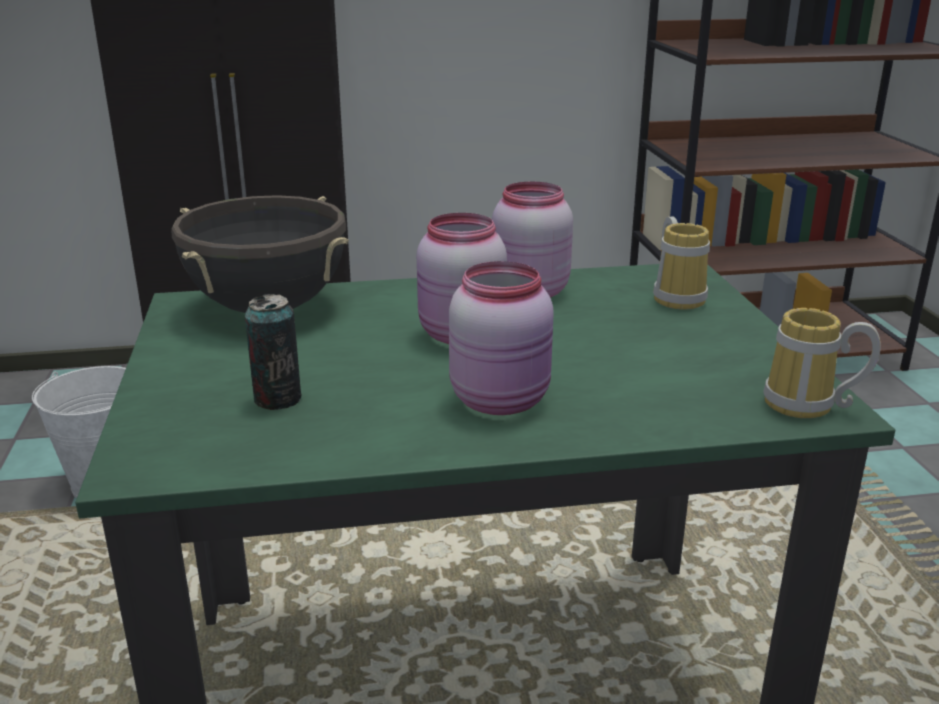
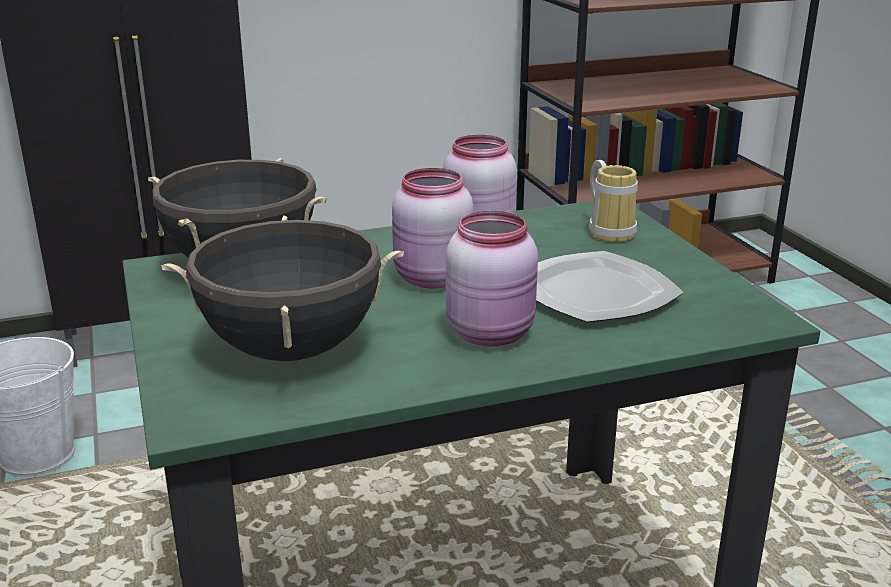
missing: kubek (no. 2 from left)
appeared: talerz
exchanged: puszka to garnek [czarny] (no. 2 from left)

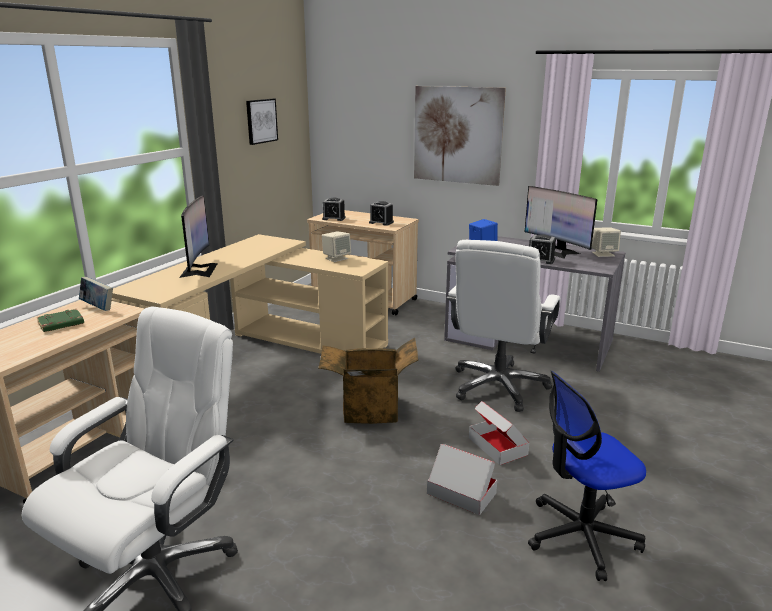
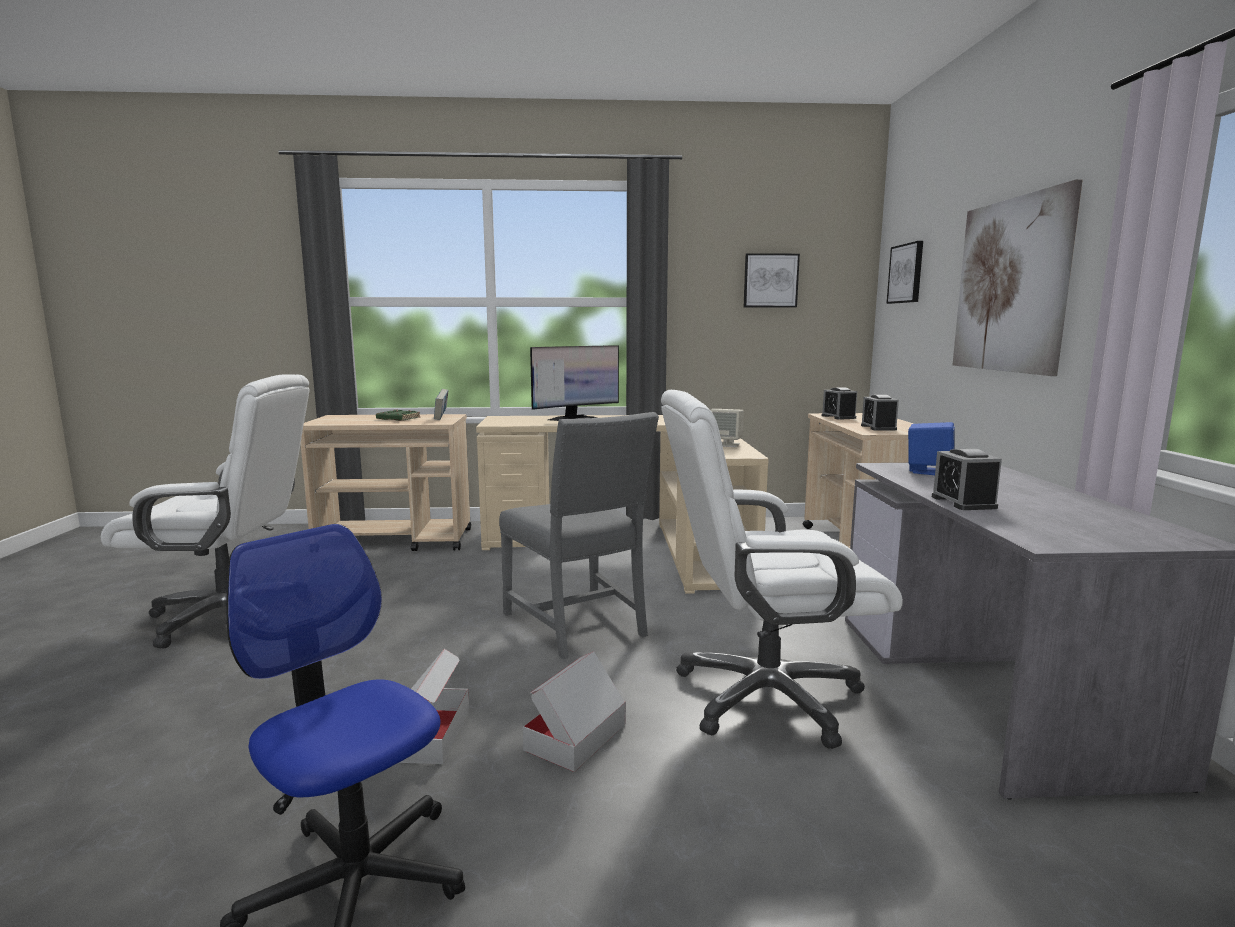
missing: monitor (no. 2 from left); głośnik [beżowy] (no. 2 from left)
appeared: obraz (no. 2 from left)
exchanged: karton (no. 1 from left) to krzesło [szary]

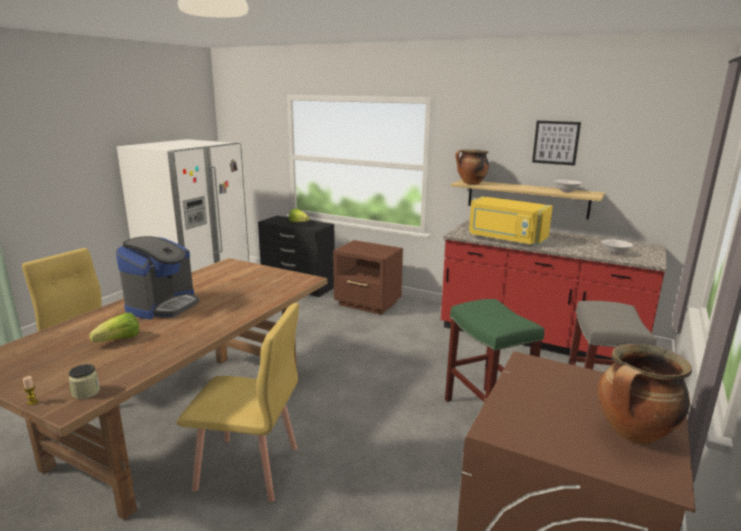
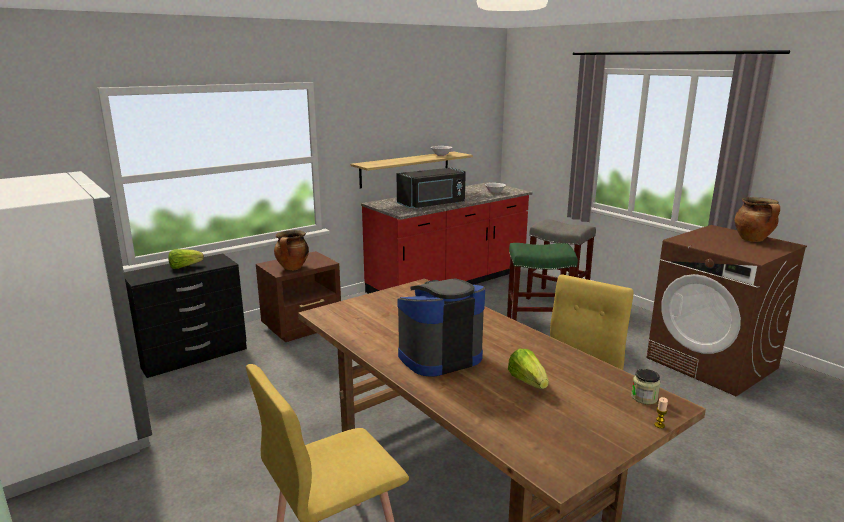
missing: obraz
relocated: garnek (no. 1 from left)
colour: mikrofalówka [żółty] to mikrofalówka [czarny]
spun: ekspres do kawy 75 degrees counterclockwise

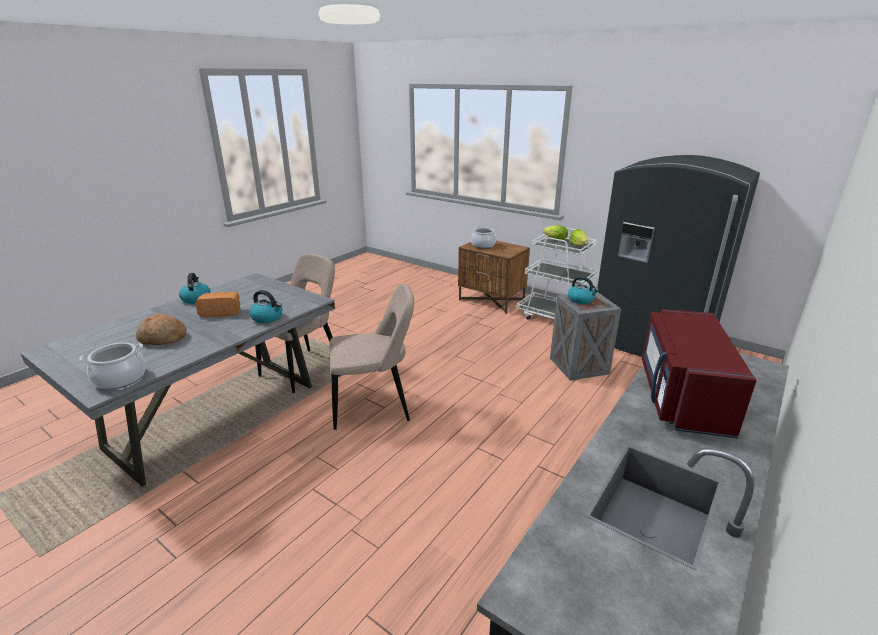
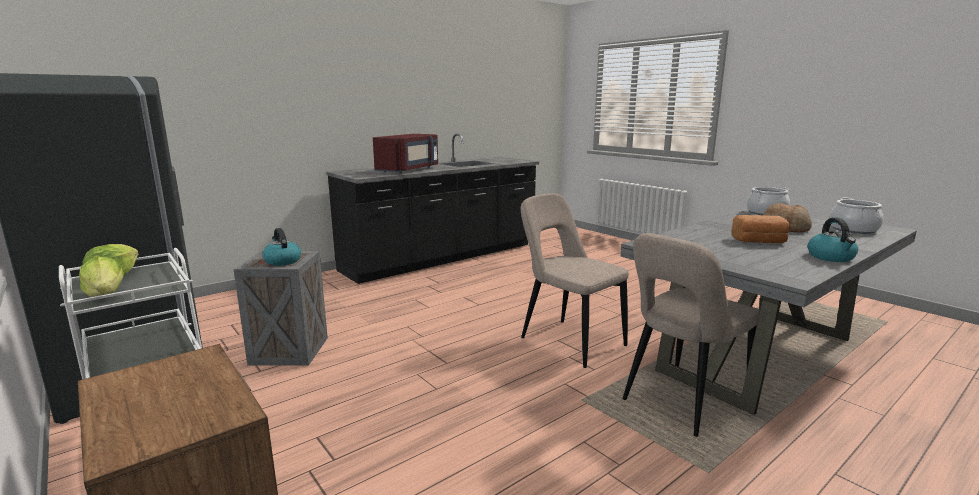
missing: czajnik (no. 2 from left)
relocated: garnek (no. 2 from left)
spun: krzesło [beżowy] (no. 2 from left in the first image) 45 degrees clockwise

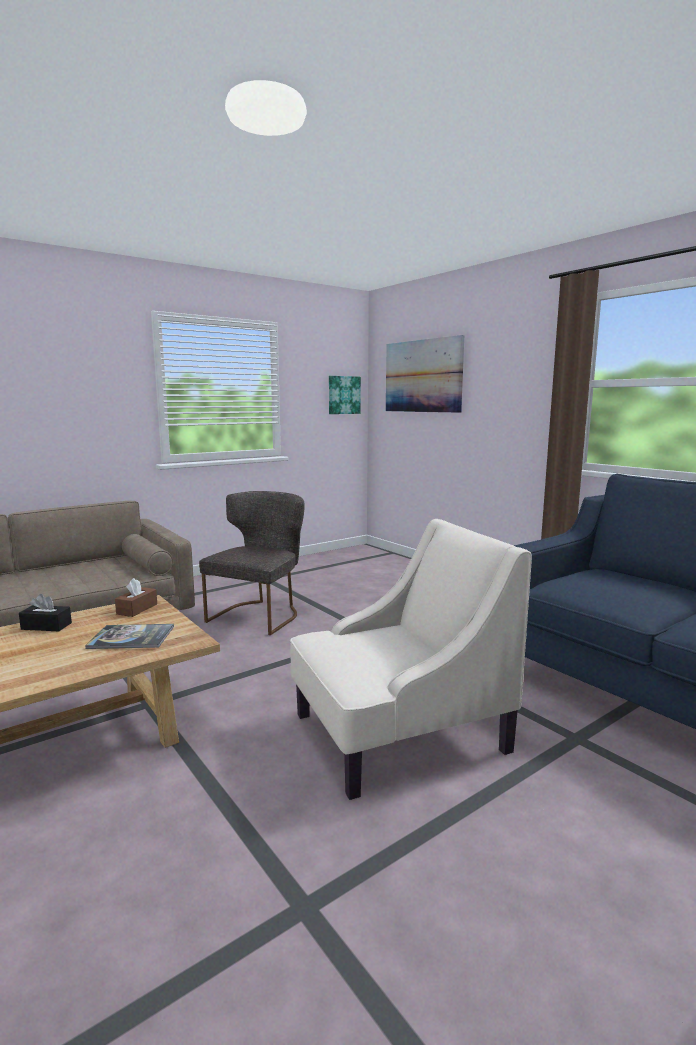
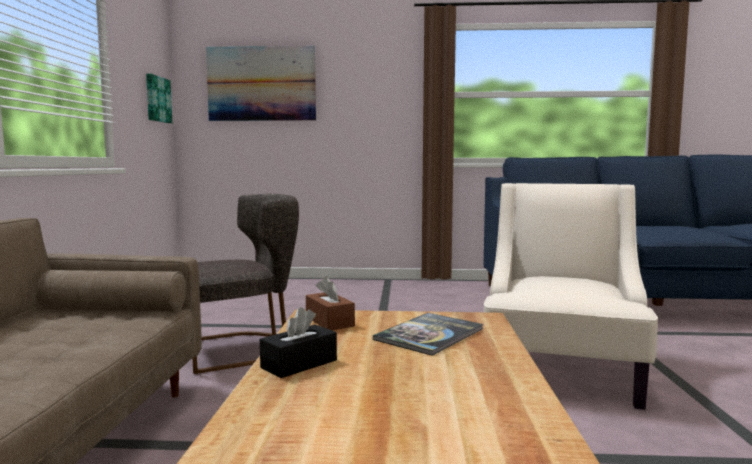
spun: krzesło [szary] 90 degrees clockwise

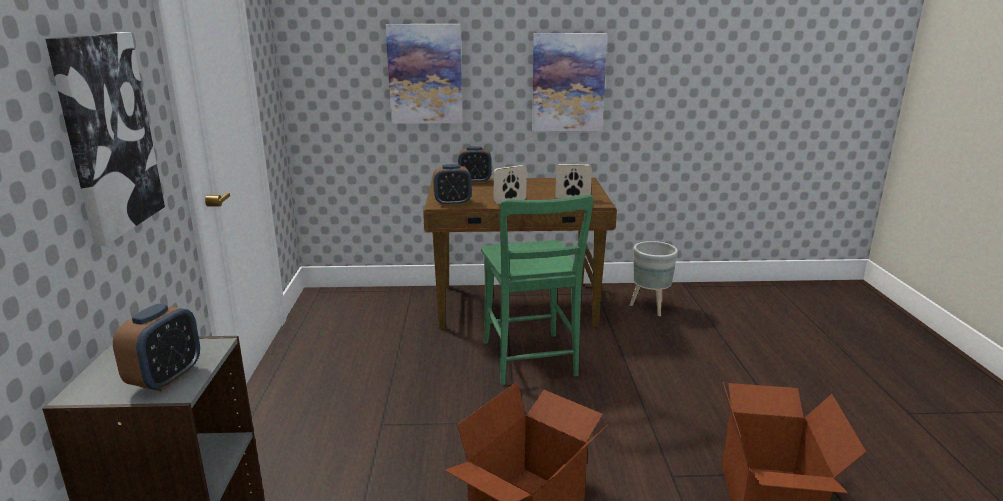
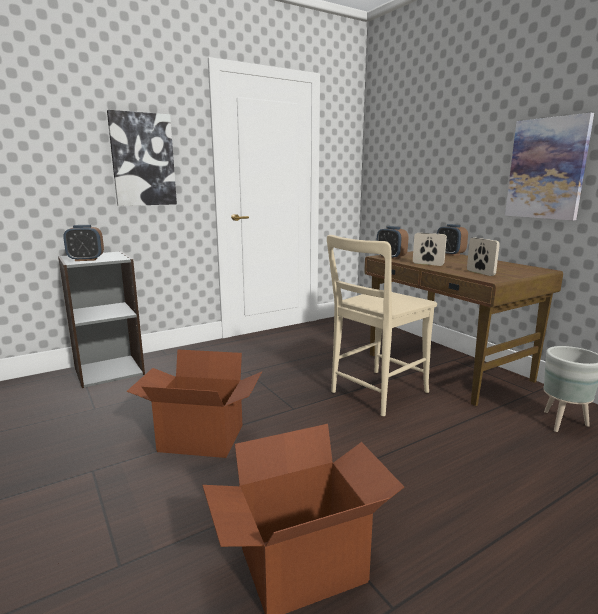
missing: obraz (no. 2 from left)
colour: krzesło [zielony] to krzesło [beżowy]

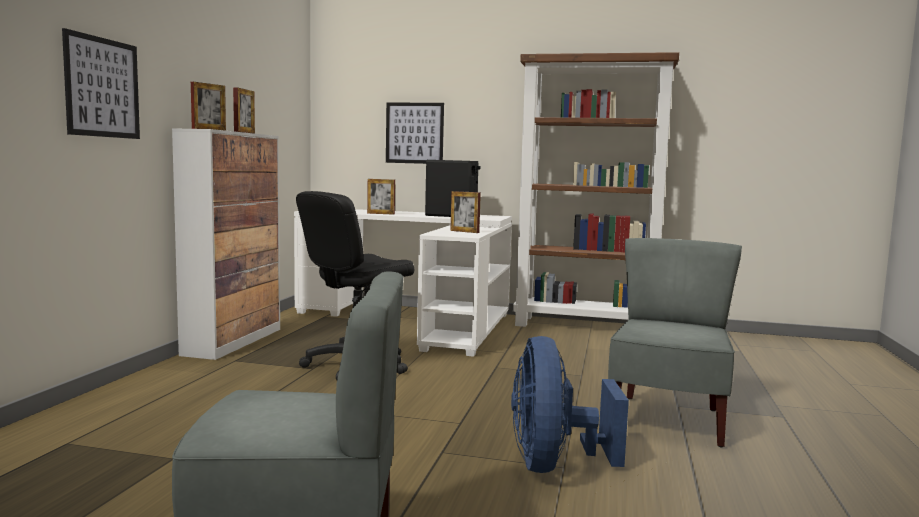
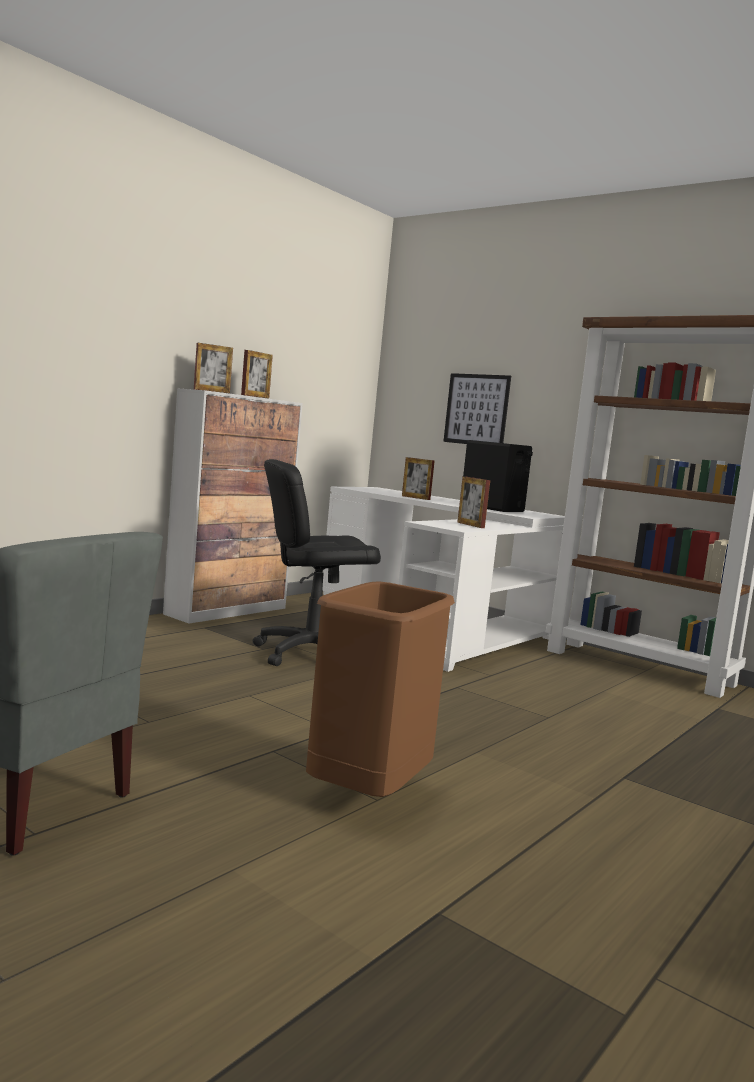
missing: obraz (no. 1 from left); krzesło [szary] (no. 2 from left)
exchanged: wentylator [niebieski] to kosz na śmieci [brązowy]

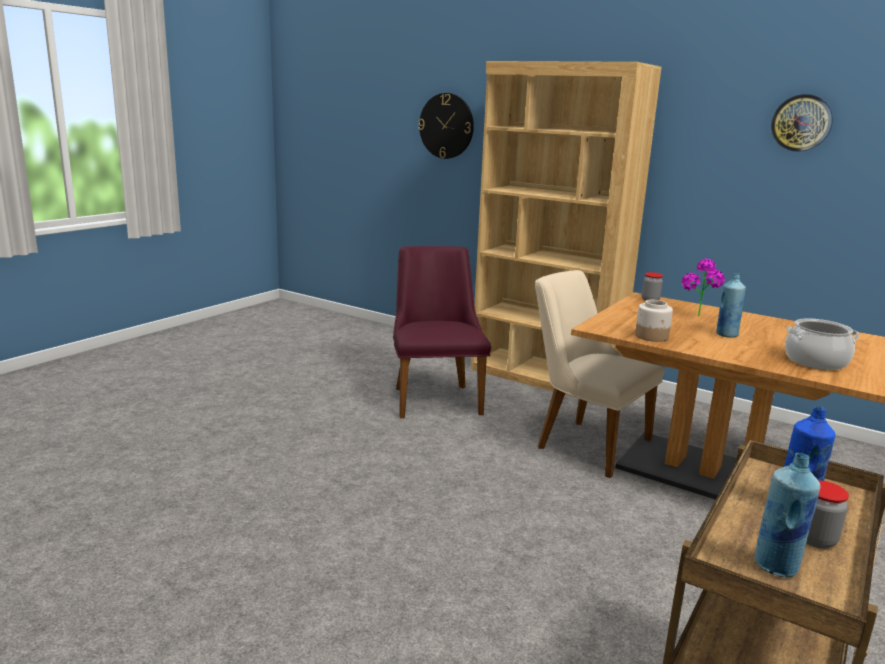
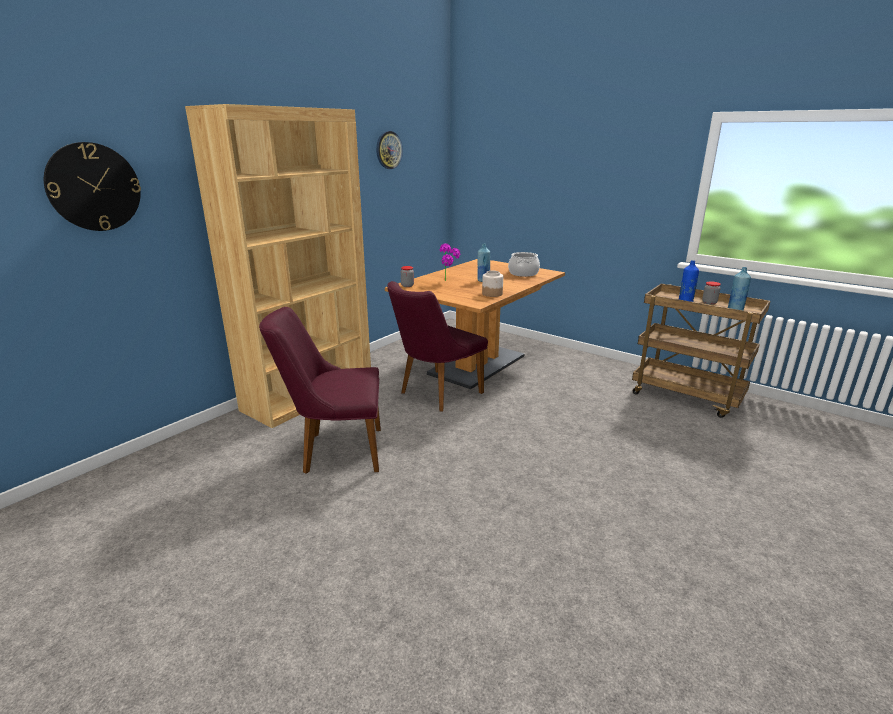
colour: krzesło [beżowy] to krzesło [fioletowy] (no. 2 from left)

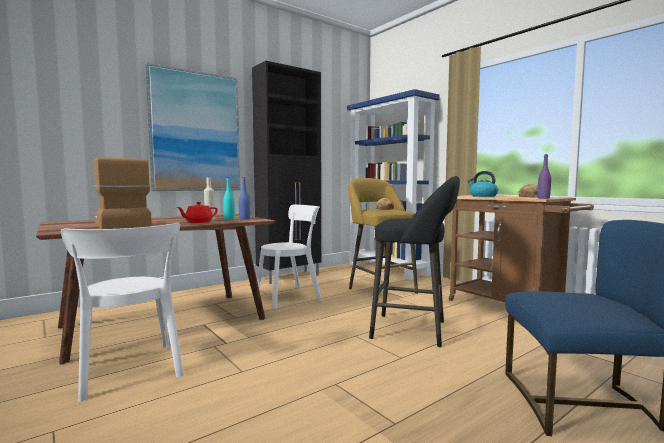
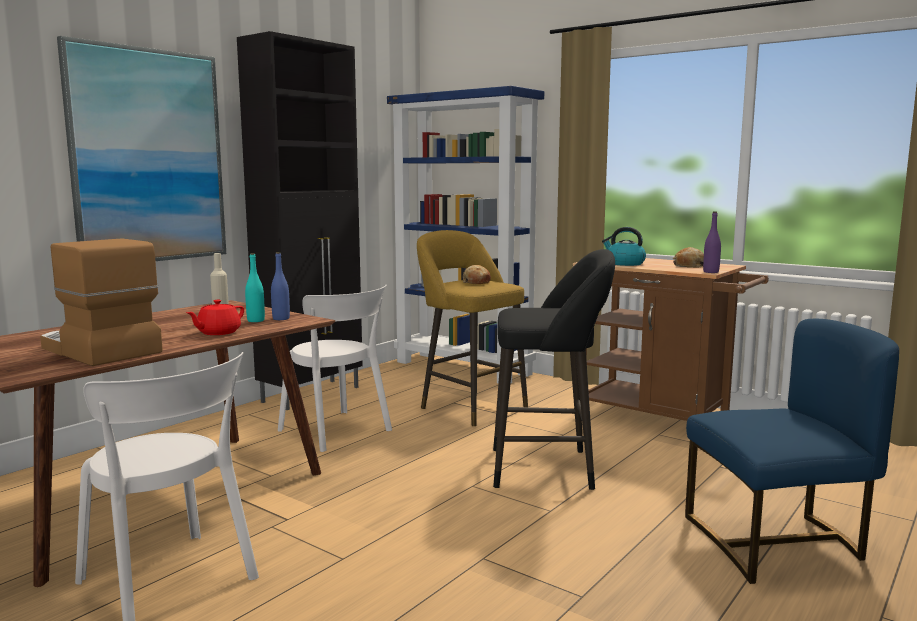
spun: krzesło [biały] (no. 2 from left) 90 degrees clockwise

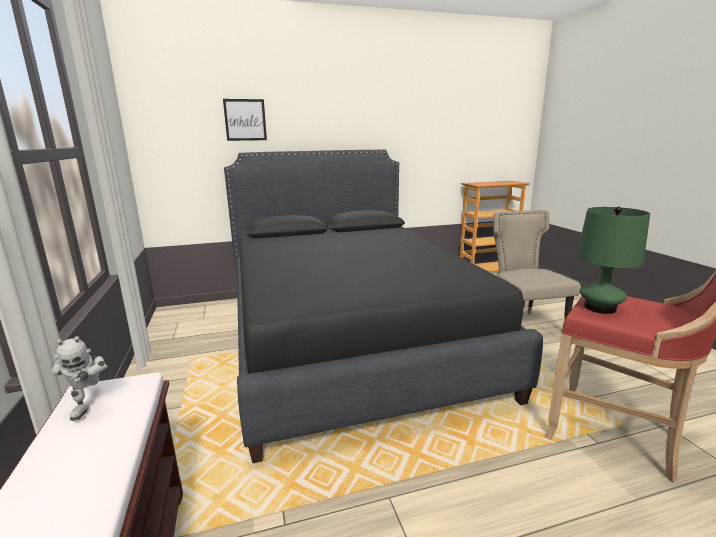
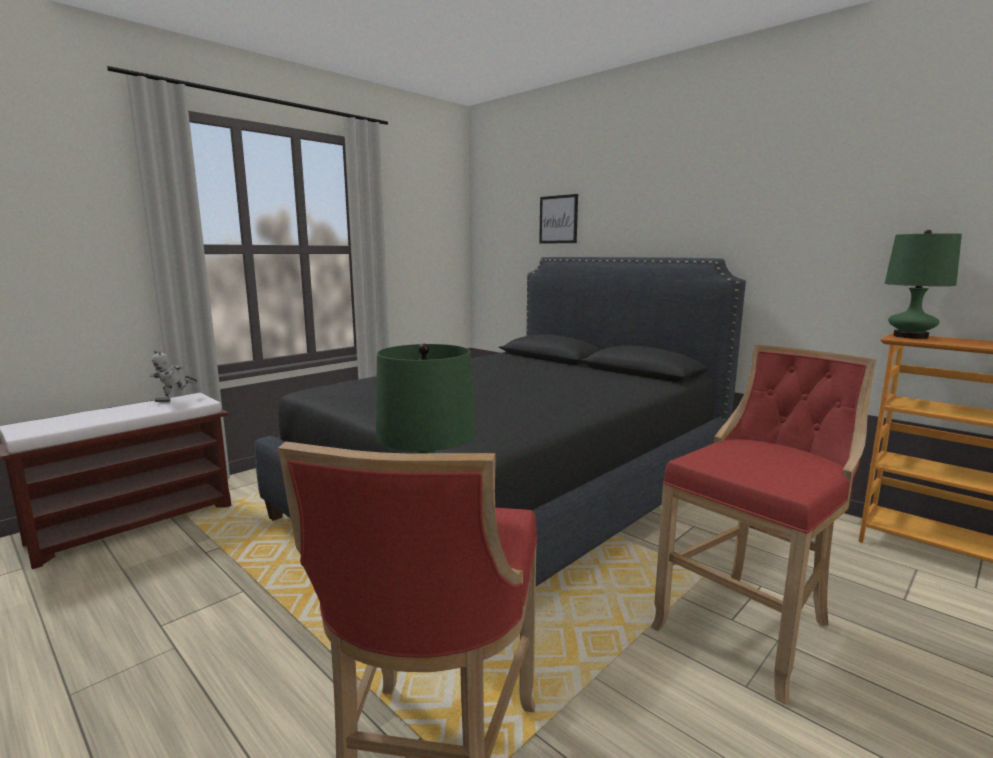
appeared: lampa stołowa [zielony] (no. 2 from left)
exchanged: krzesło [beżowy] to stołek [czerwony] (no. 2 from left)

